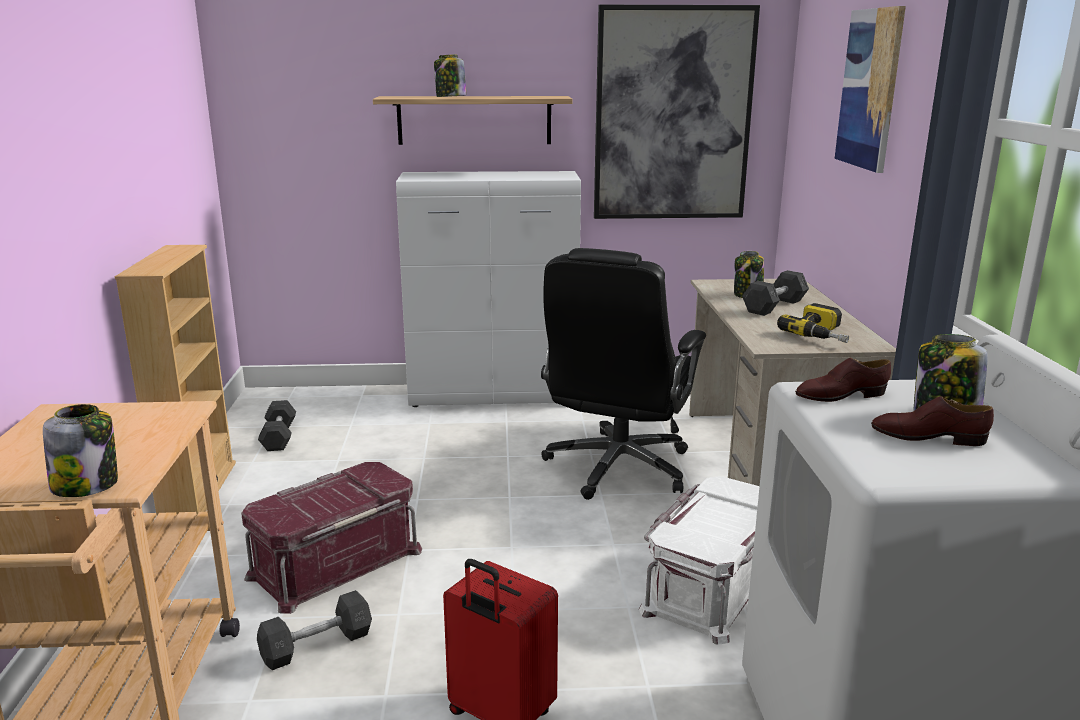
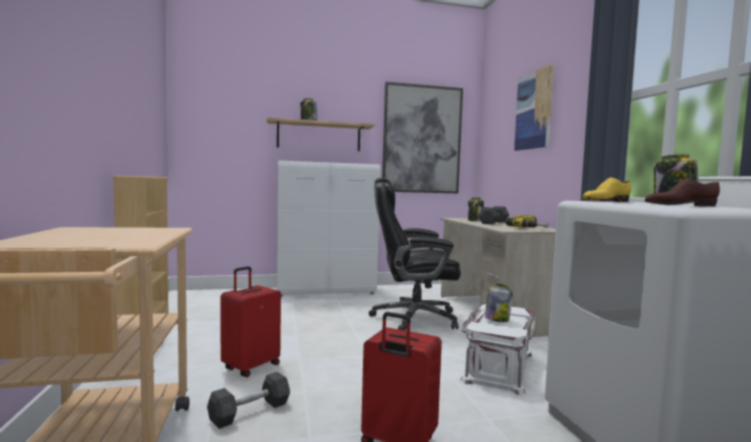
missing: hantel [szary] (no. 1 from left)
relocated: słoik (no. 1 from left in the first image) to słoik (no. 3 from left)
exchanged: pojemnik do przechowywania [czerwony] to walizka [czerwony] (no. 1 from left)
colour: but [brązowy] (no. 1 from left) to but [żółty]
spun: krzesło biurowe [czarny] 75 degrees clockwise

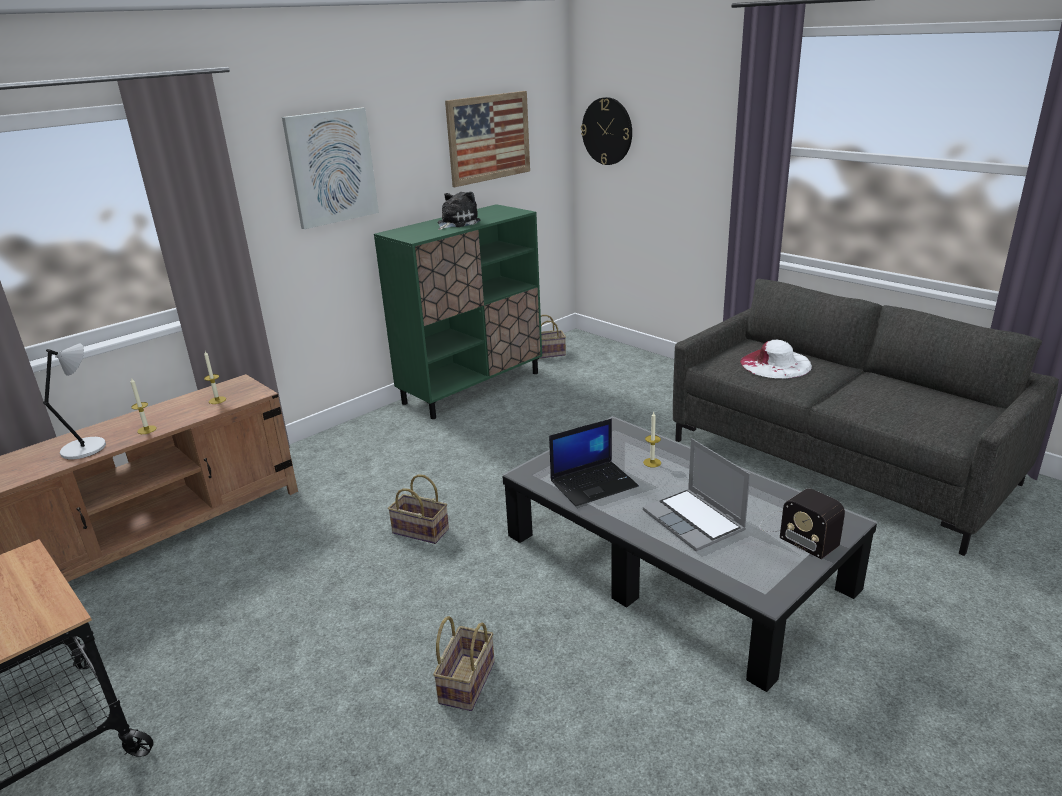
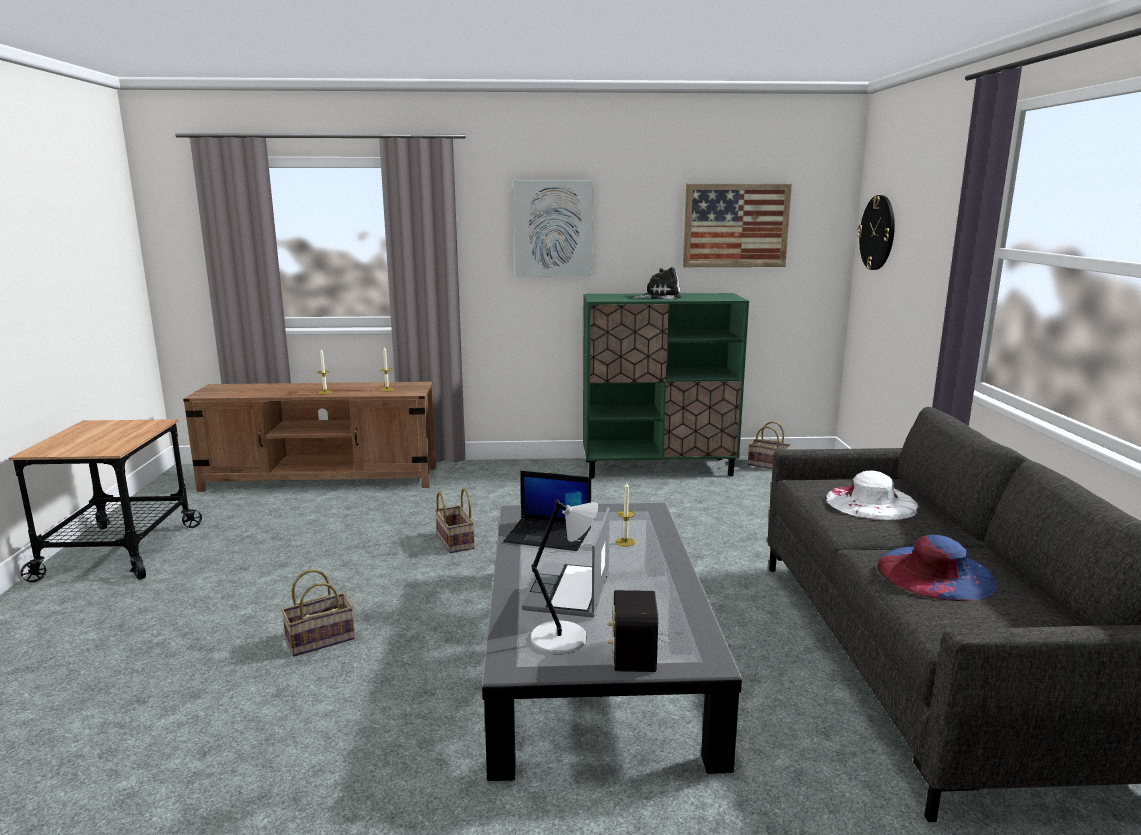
appeared: kapelusz [niebieski]
relocated: lampa stołowa [szary]

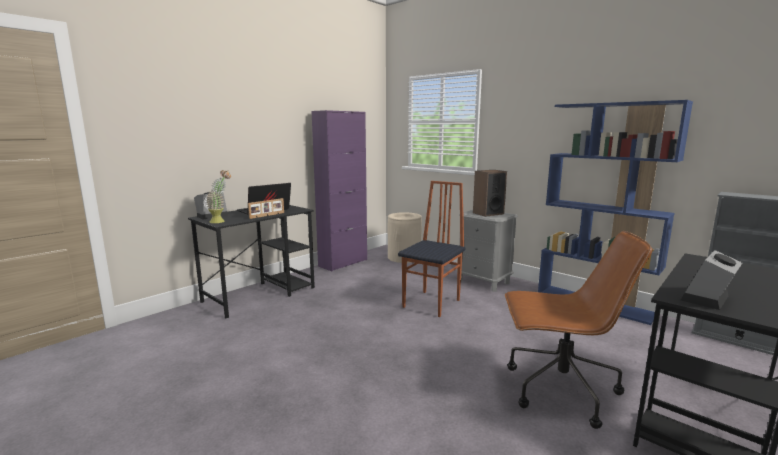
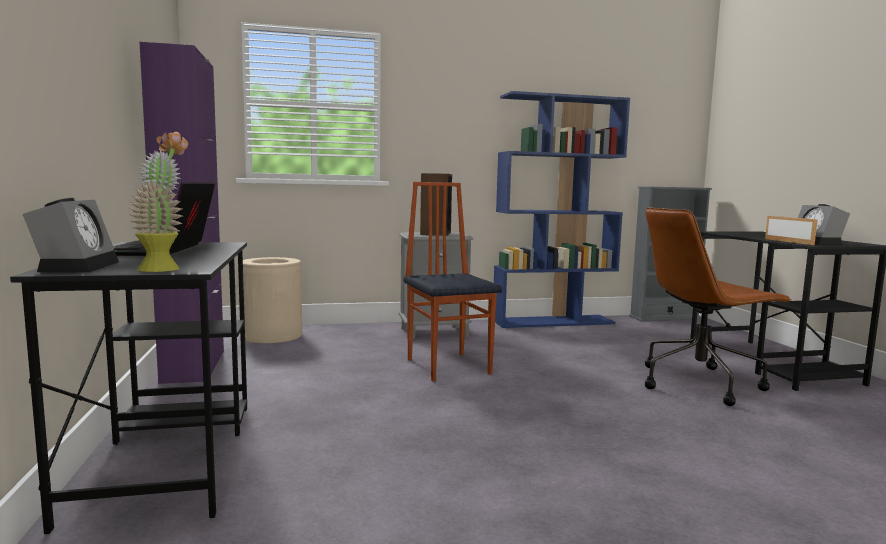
relocated: ramka na zdjęcie
spun: krzesło biurowe [brązowy] 150 degrees counterclockwise

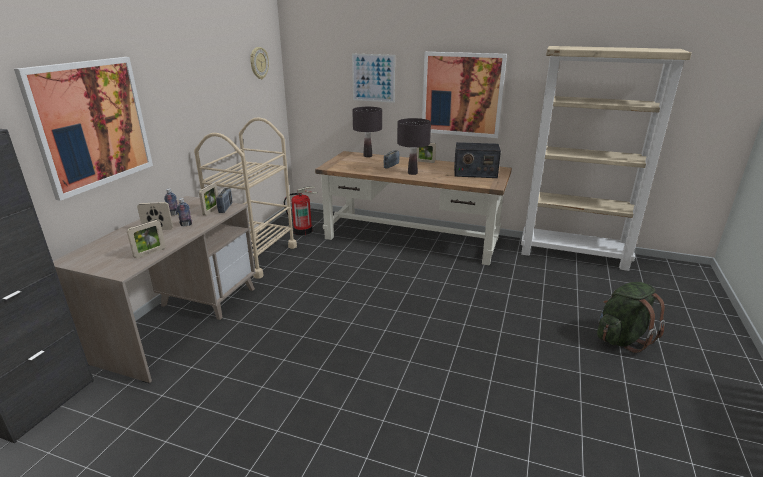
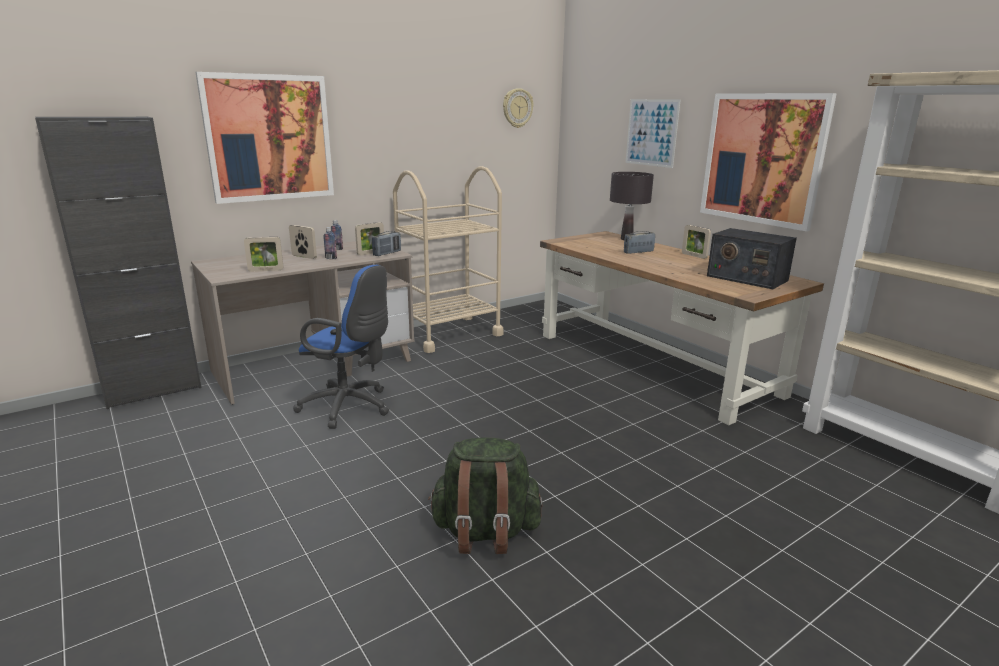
missing: lampa stołowa [czarny] (no. 2 from left); gaśnica
appeared: krzesło biurowe [niebieski]
relocated: plecak [zielony]

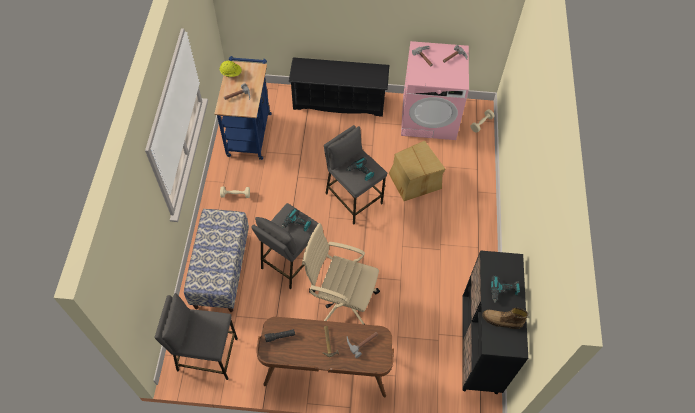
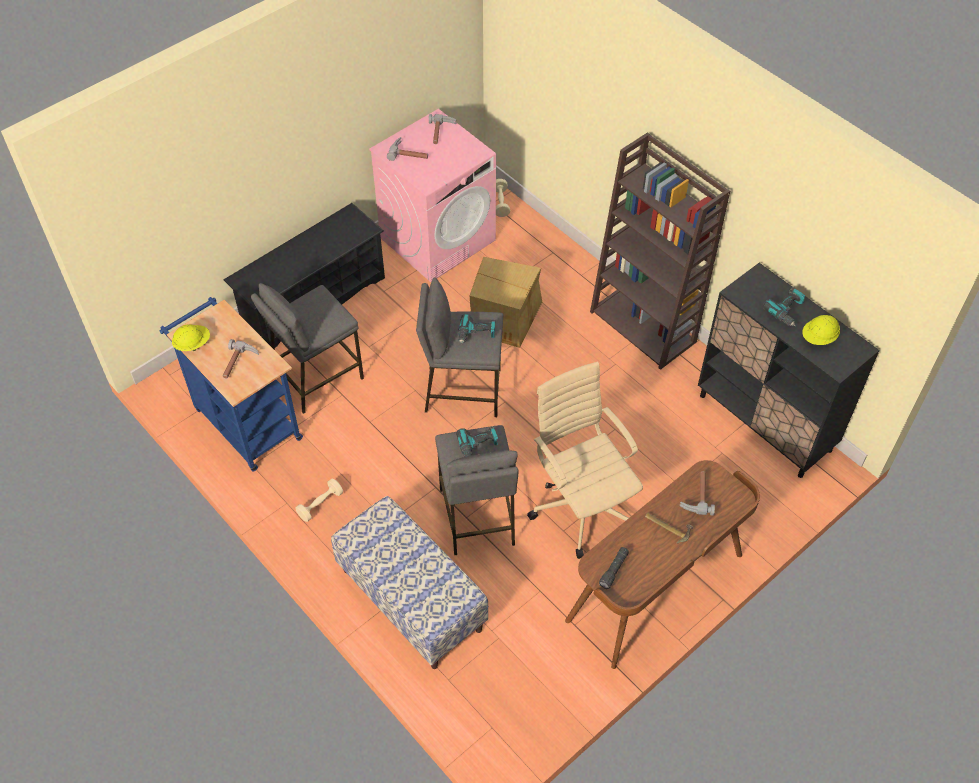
appeared: regał [brązowy]
relocated: stołek [szary] (no. 1 from left)
exchanged: but z cholewką to kask [żółty] (no. 2 from left)
spun: krzesło biurowe [beżowy] 90 degrees clockwise

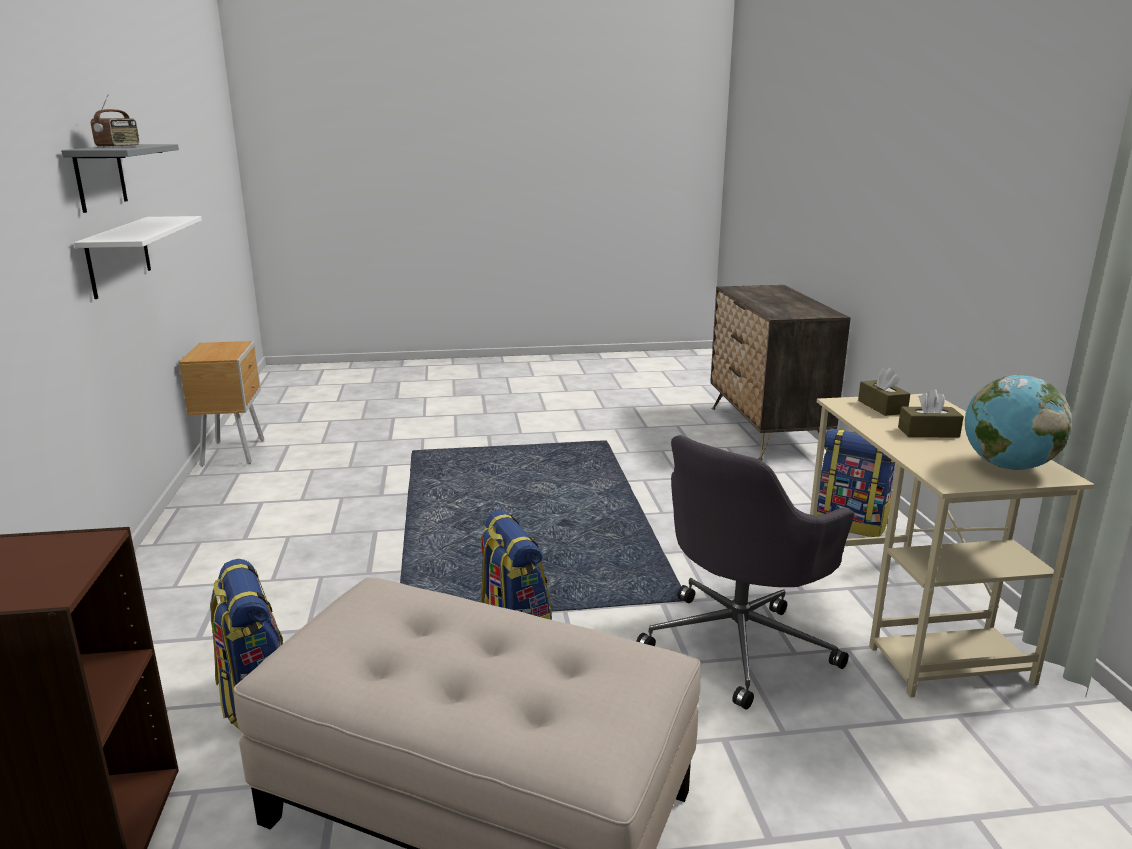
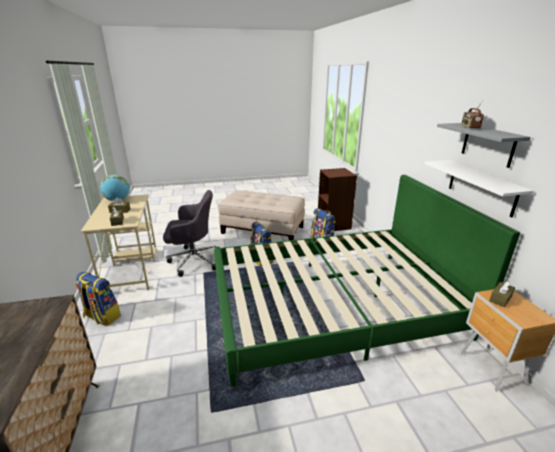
appeared: łóżko [zielony]; pudełko chusteczek [brązowy] (no. 3 from left)
spun: krzesło biurowe [szary] 45 degrees clockwise

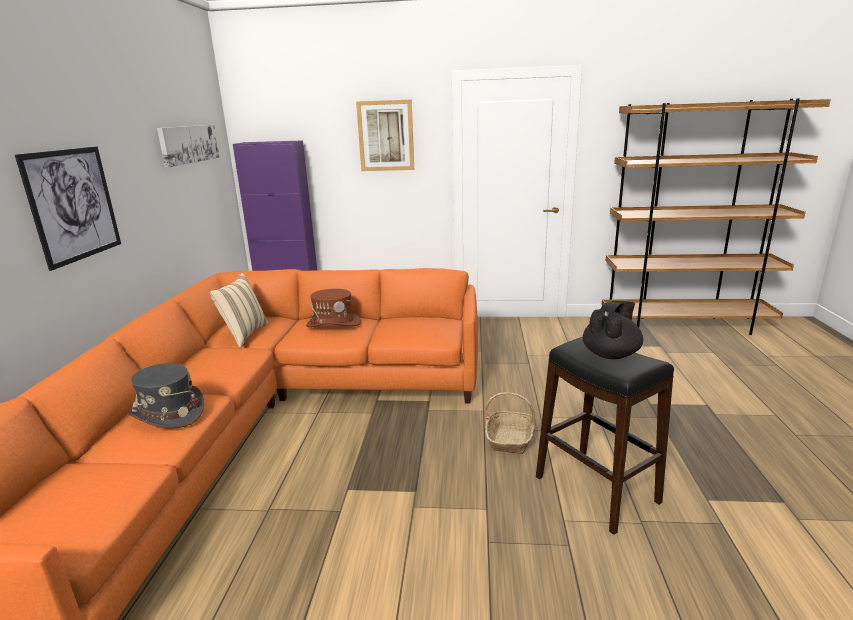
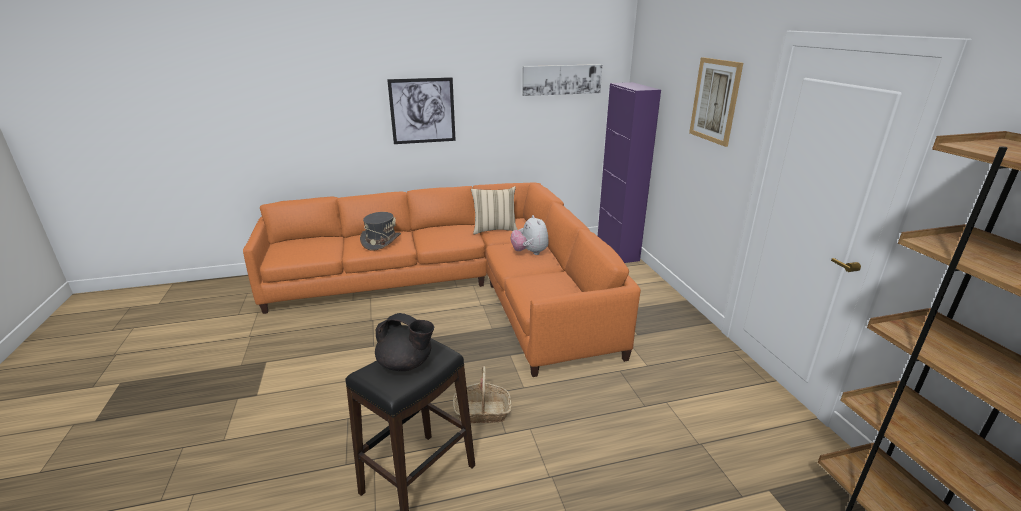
exchanged: kapelusz [brązowy] to pluszak

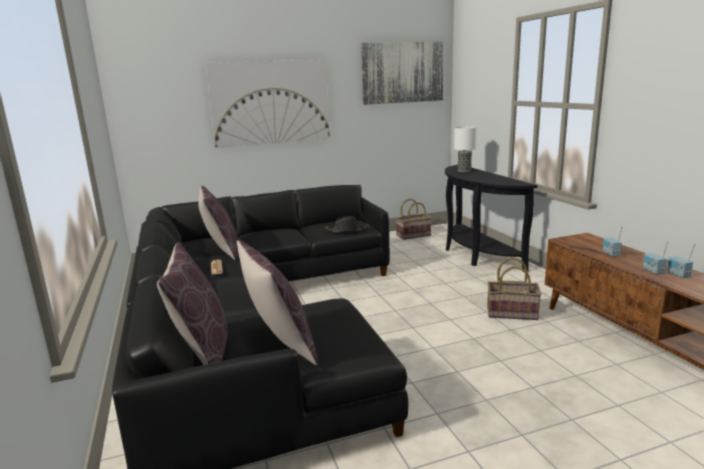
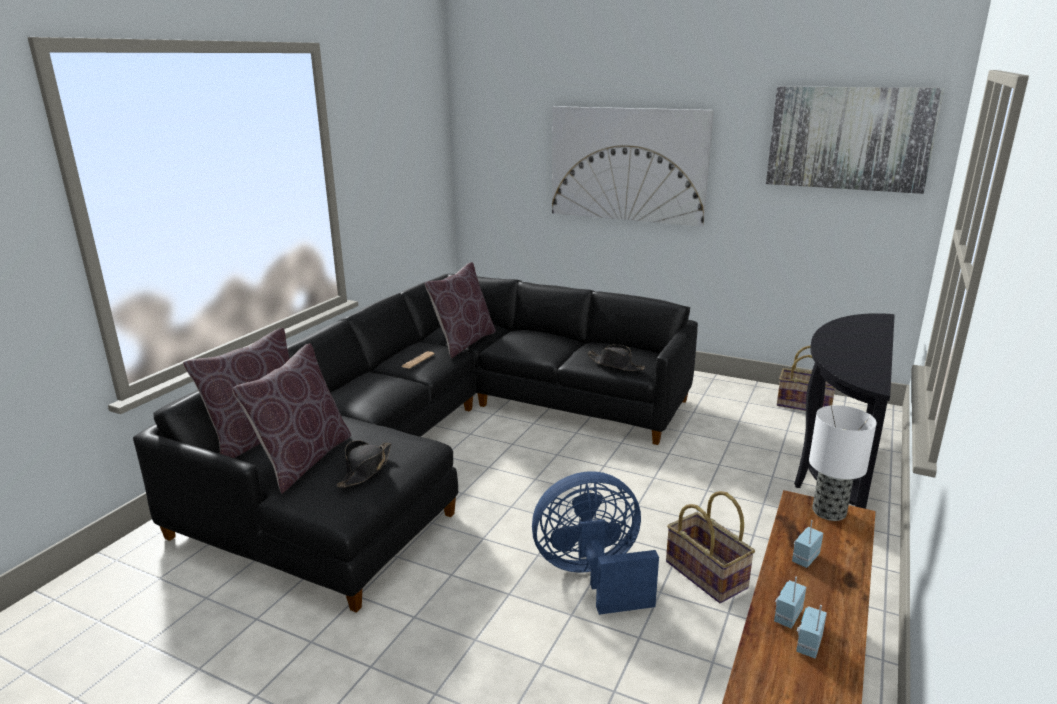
appeared: kapelusz [czarny] (no. 1 from left); wentylator [niebieski]
relocated: lampa stołowa

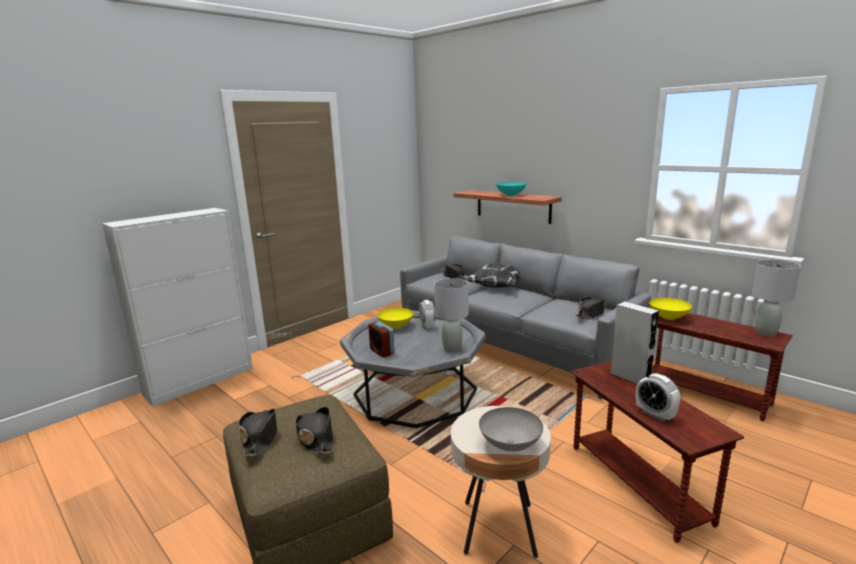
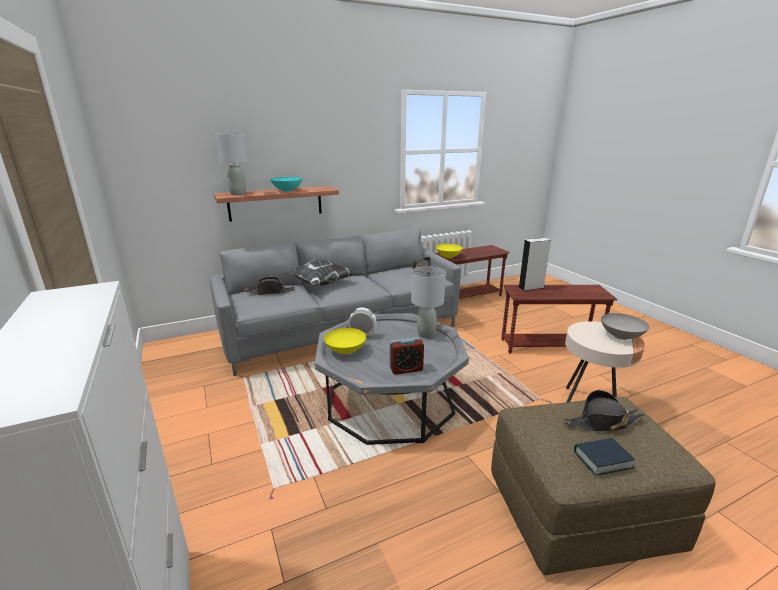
missing: budzik (no. 3 from left)
relocated: lampa stołowa [szary] (no. 2 from left in the first image) to lampa stołowa [szary] (no. 1 from left)
exchanged: kapelusz [czarny] (no. 1 from left) to książka

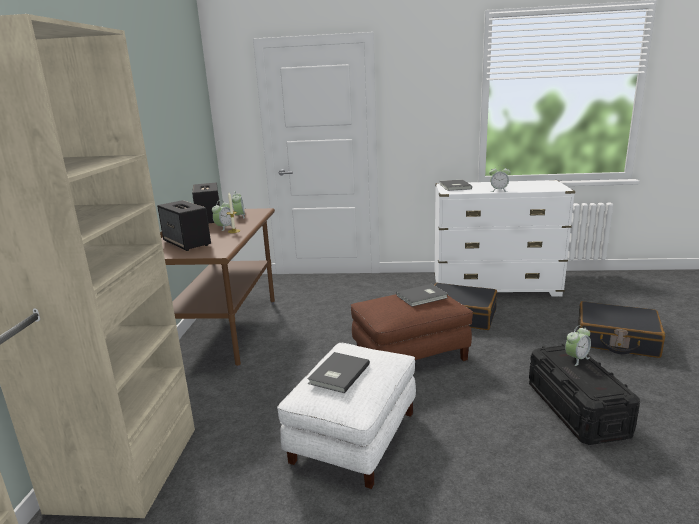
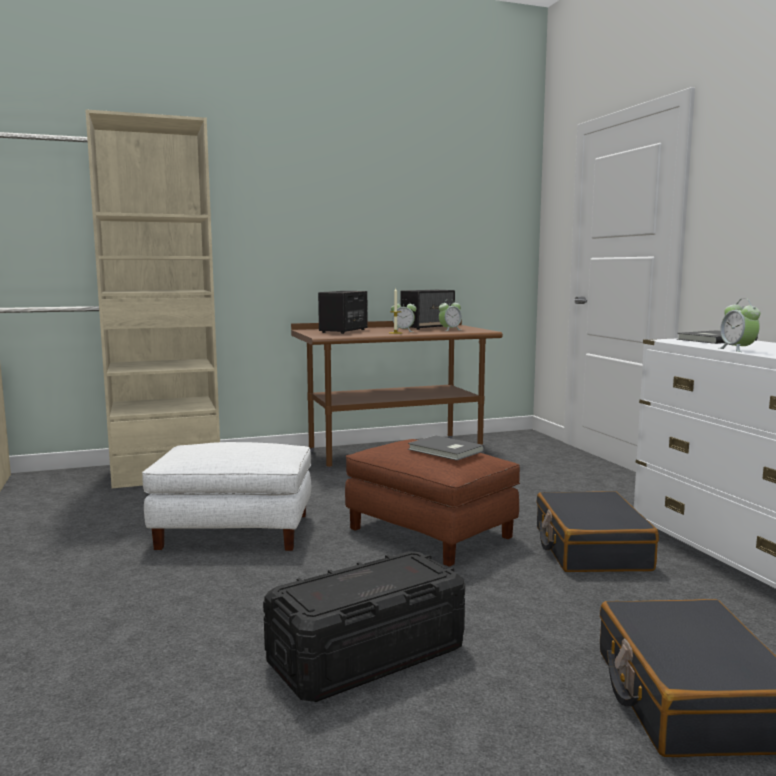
missing: budzik (no. 4 from left); książka [szary] (no. 1 from left)

